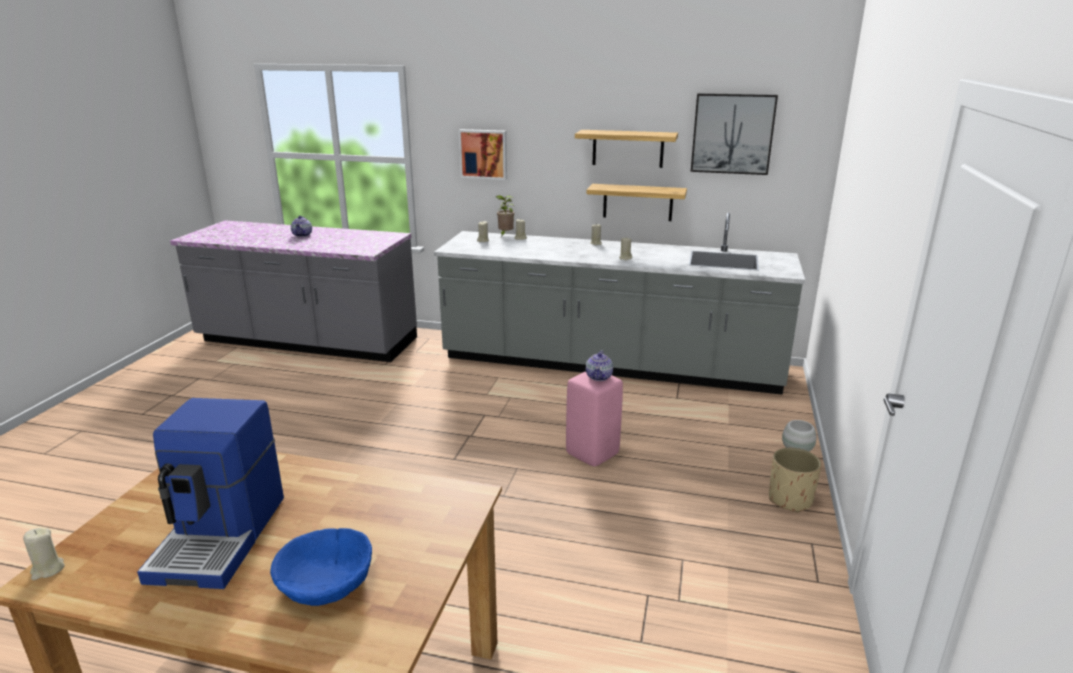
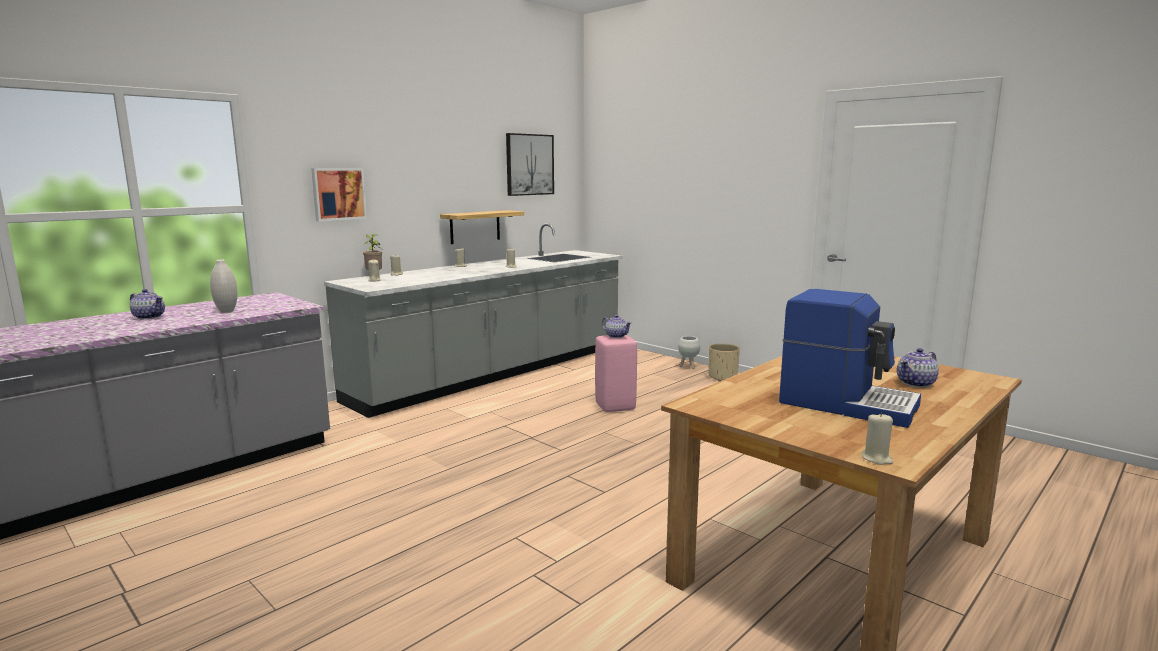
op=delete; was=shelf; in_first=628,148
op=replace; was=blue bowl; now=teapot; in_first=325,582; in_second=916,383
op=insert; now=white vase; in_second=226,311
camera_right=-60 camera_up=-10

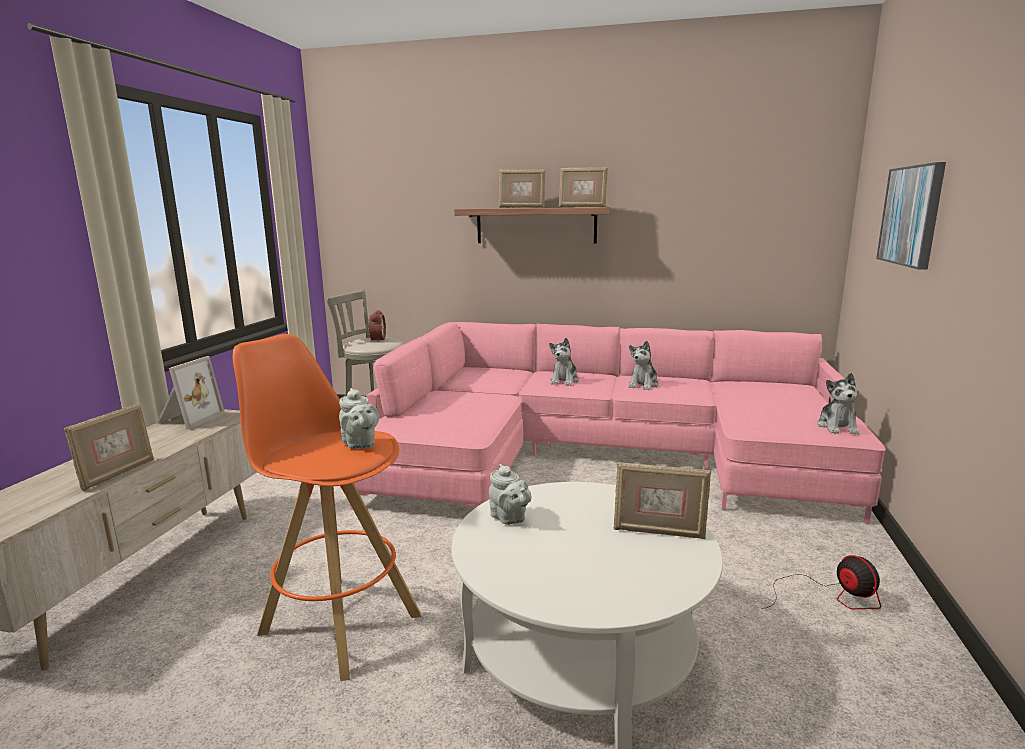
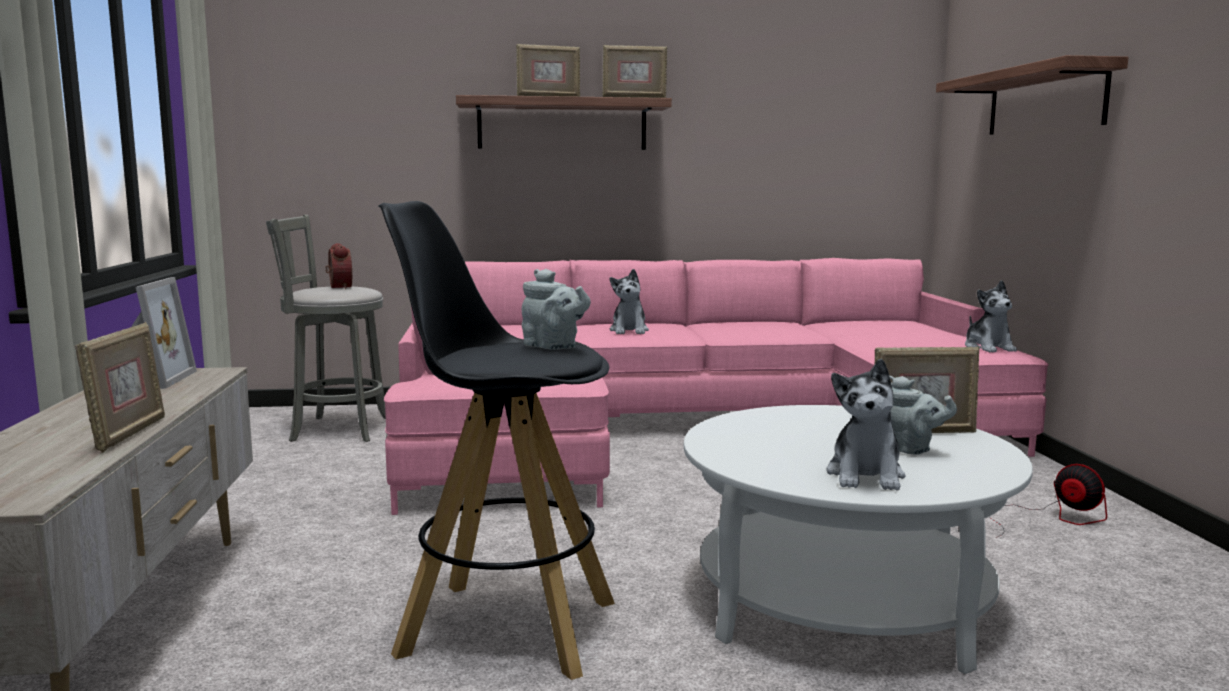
op=replace; was=picture; now=shelf; in_first=911,215; in_second=1045,101
op=recolor; was=orange stool; now=black stool; in_first=339,622; in_second=505,627
op=move; was=plush toy; in_first=643,385; in_second=866,475
op=move; was=grey teapot; in_first=509,518; in_second=907,450
camera_right=-20 camera_up=-5

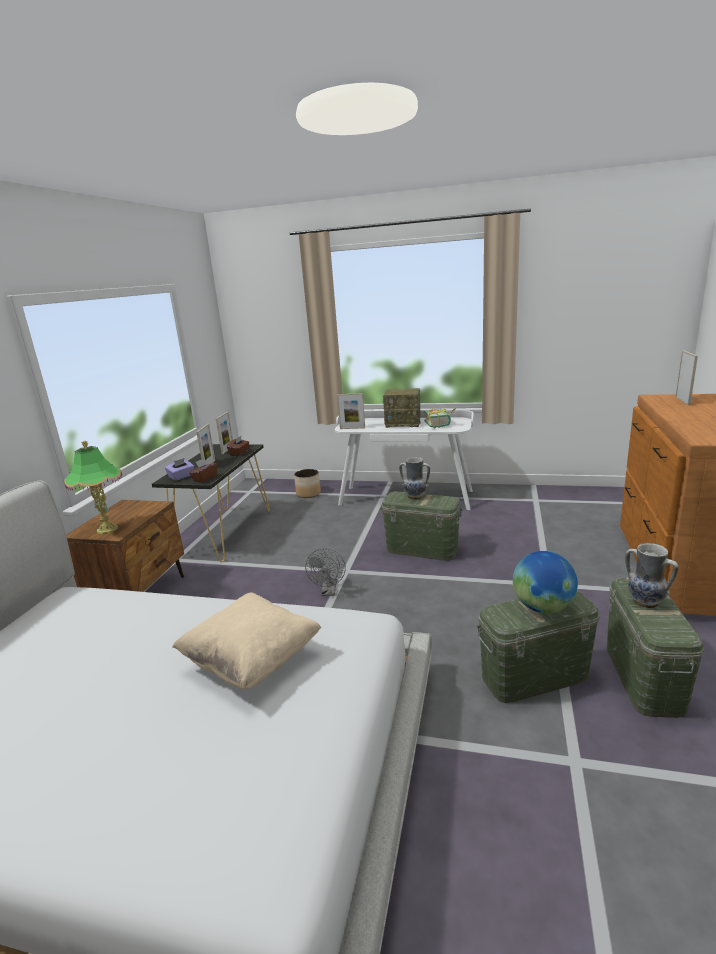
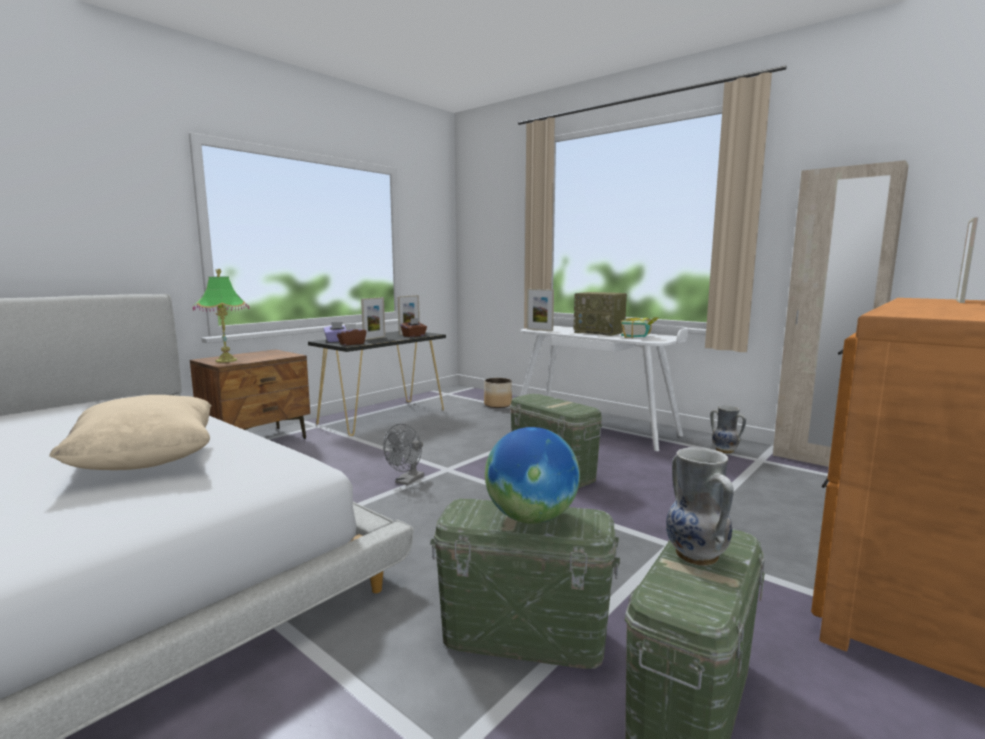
op=move; was=vase; in_first=415,496; in_second=725,450
op=insert; now=beige wardrobe; in_second=818,460
camera_right=25 camera_up=-10

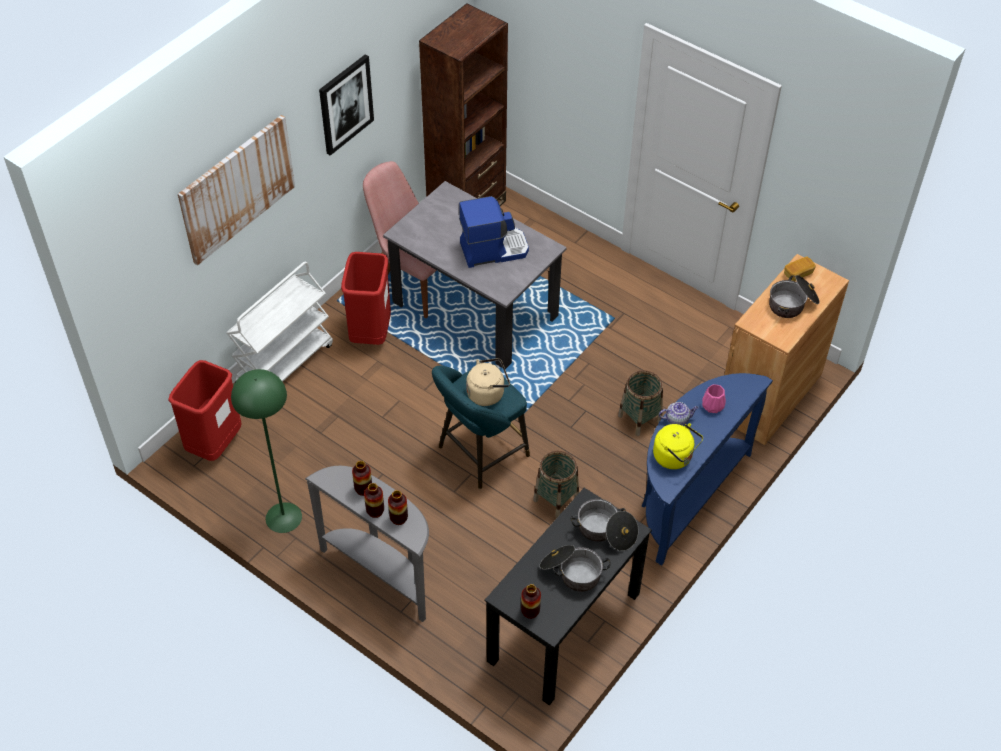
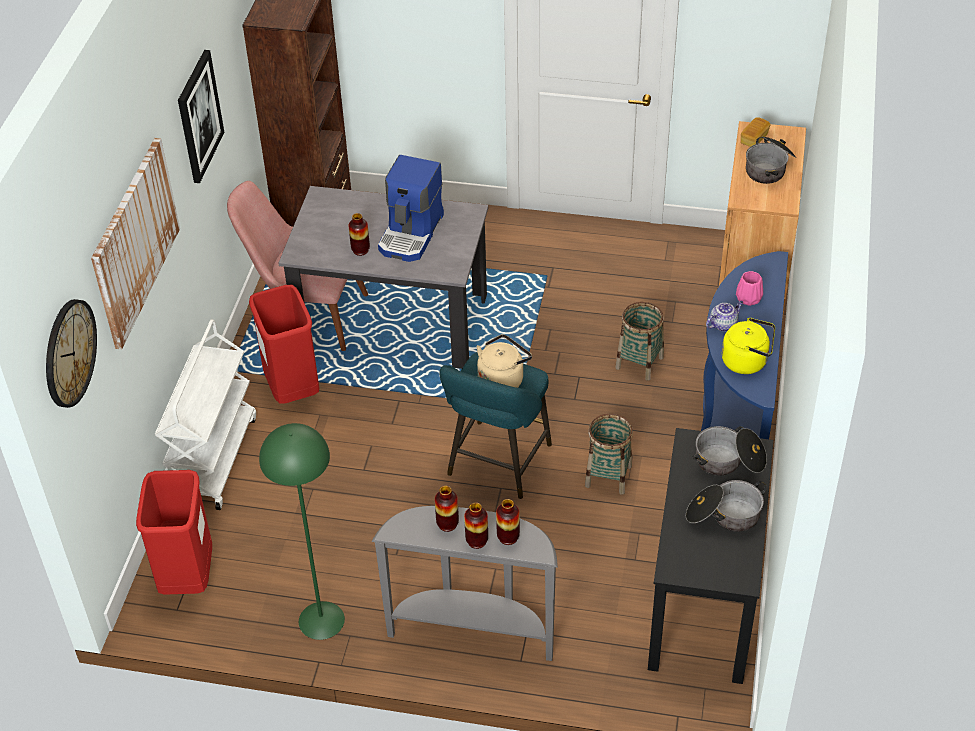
op=rotate; was=coffee machine; in_first=493,249; in_second=412,234; clockwise=150
op=move; was=vase; in_first=530,611; in_second=360,250
op=insert; now=wall clock; in_second=69,353
camera_right=-25 camera_up=-5

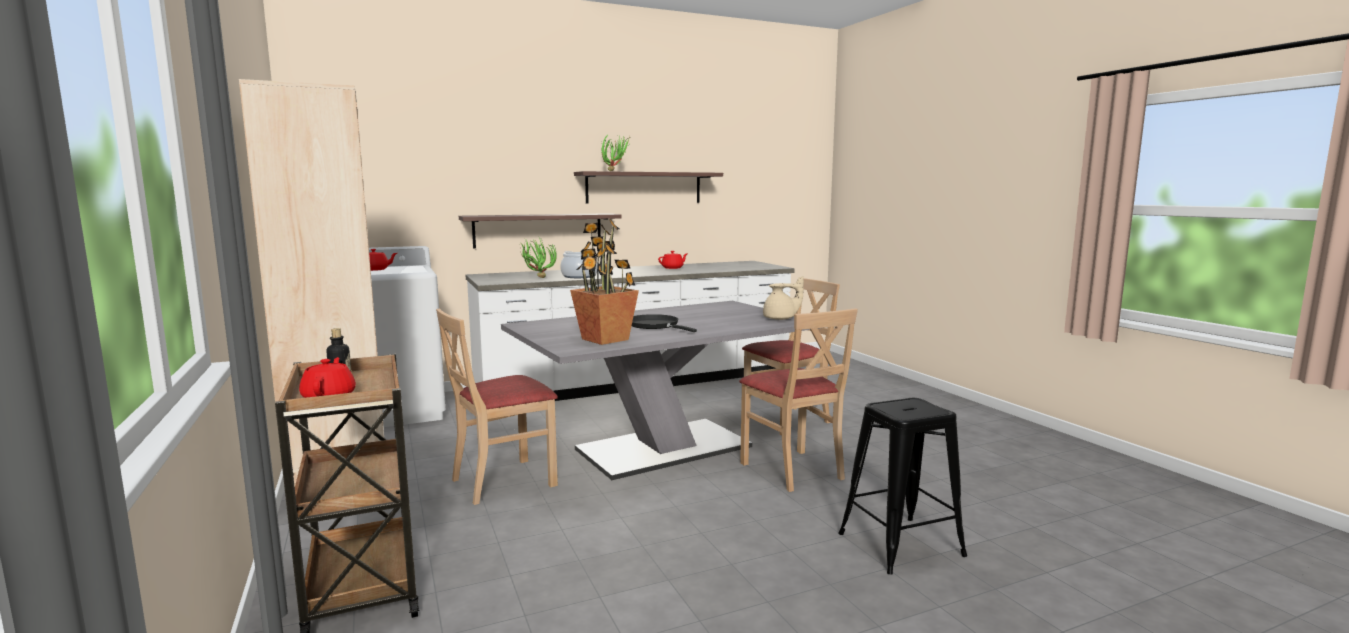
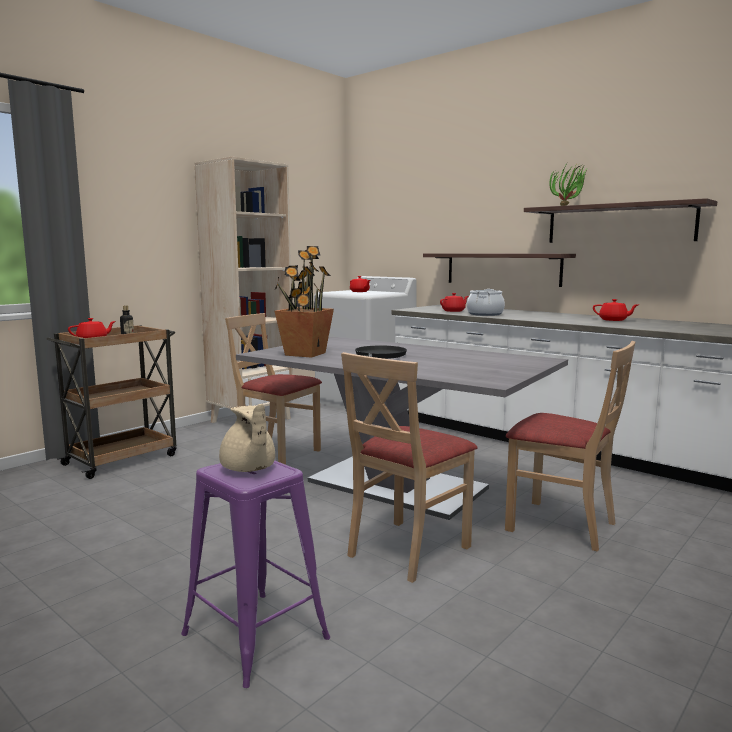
op=replace; was=potted plant; now=red teapot; in_first=537,277; in_second=454,311
op=move; was=beige teapot; in_first=781,319; in_second=248,469
op=recolor; was=black stool; now=purple stool; in_first=900,545; in_second=255,636
camera_right=65 camera_up=0

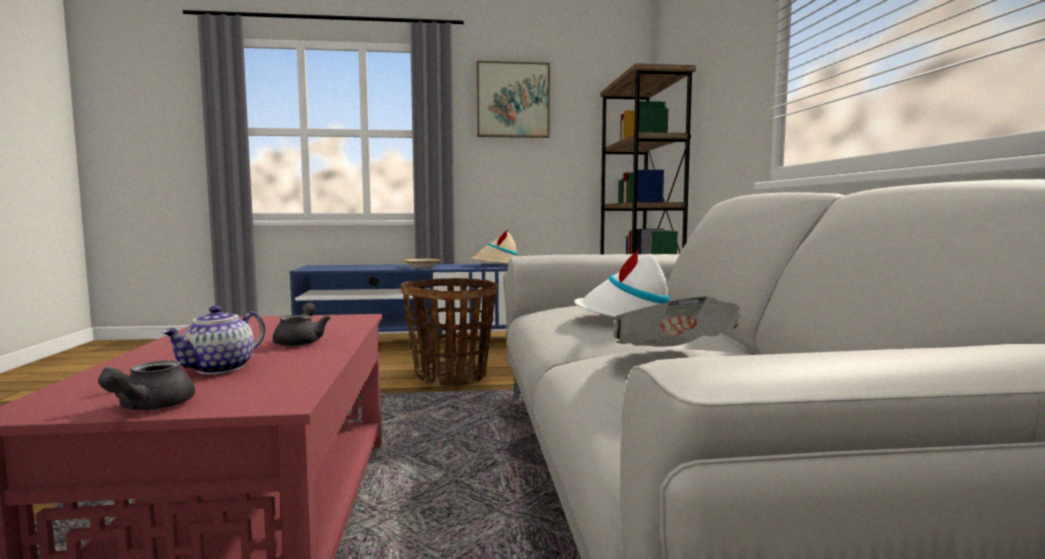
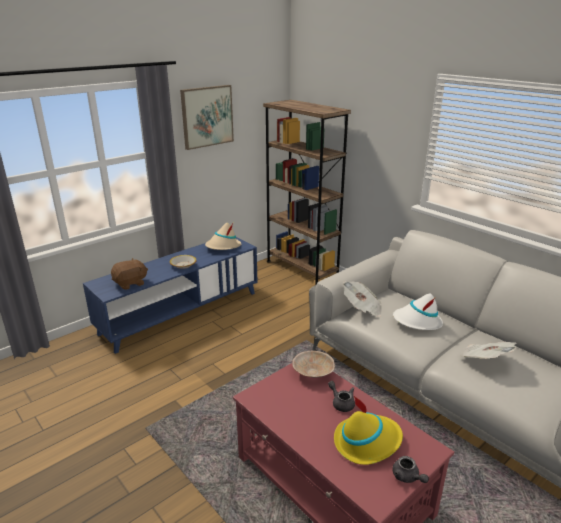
op=delete; was=basket; in_first=451,376
op=replace; was=teapot; now=yellow hat; in_first=220,369; in_second=367,441
op=insert; now=brown plush toy; in_second=130,283
op=insert; now=newspaper; in_second=362,308
op=insert; now=beige bowl; in_second=312,372
camera_right=-35 camera_up=20

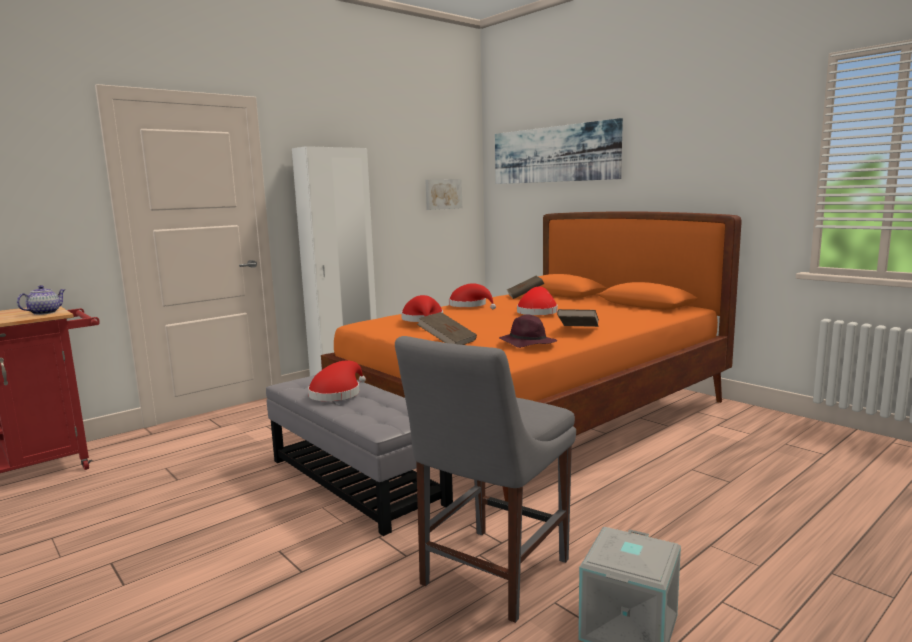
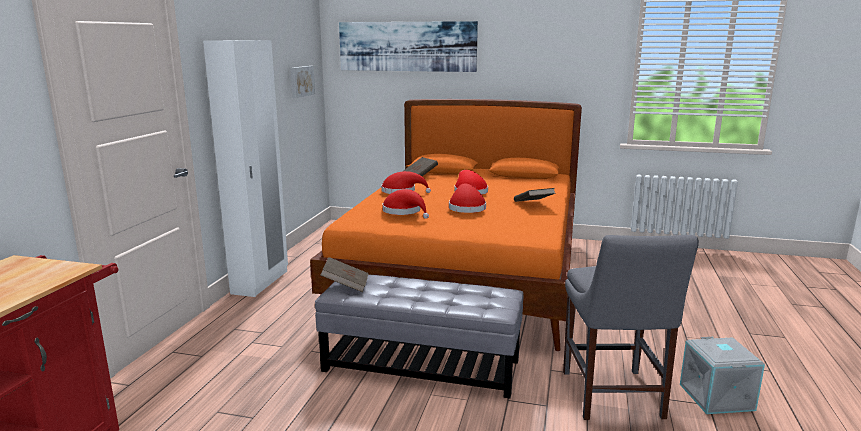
op=delete; was=teapot; in_first=45,312
op=move; was=brown book; in_first=447,342; in_second=345,285
op=delete; was=purple hat; in_first=527,343
op=move; was=red hat; in_first=337,393; in_second=466,208
camera_right=-35 camera_up=5

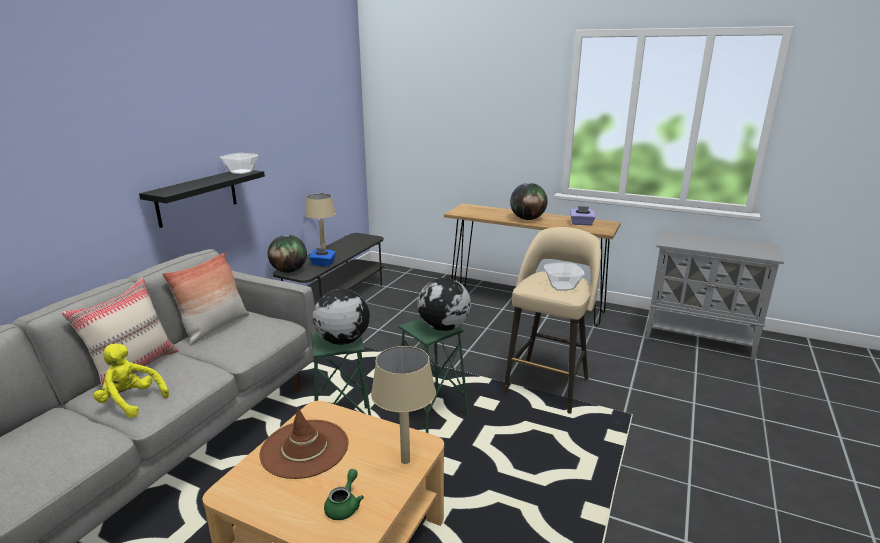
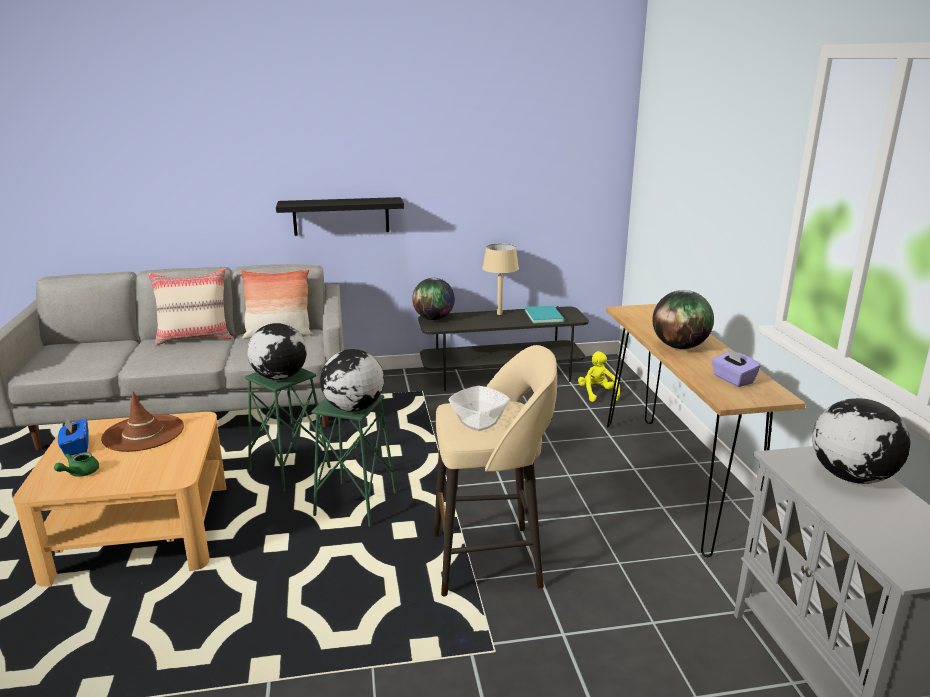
op=delete; was=bowl; in_first=241,172
op=move; was=blue tissue box; in_first=323,264; in_second=76,447
op=move; was=yellow plush toy; in_first=131,401; in_second=597,394
op=delete; was=beige table lamp; in_first=406,460
op=rotate; was=green teapot; in_first=344,505; in_second=79,473; clockwise=135
op=insert; now=turquoise book; in_second=544,315
op=insert; now=globe; in_second=850,476
camera_right=55 camera_up=0

